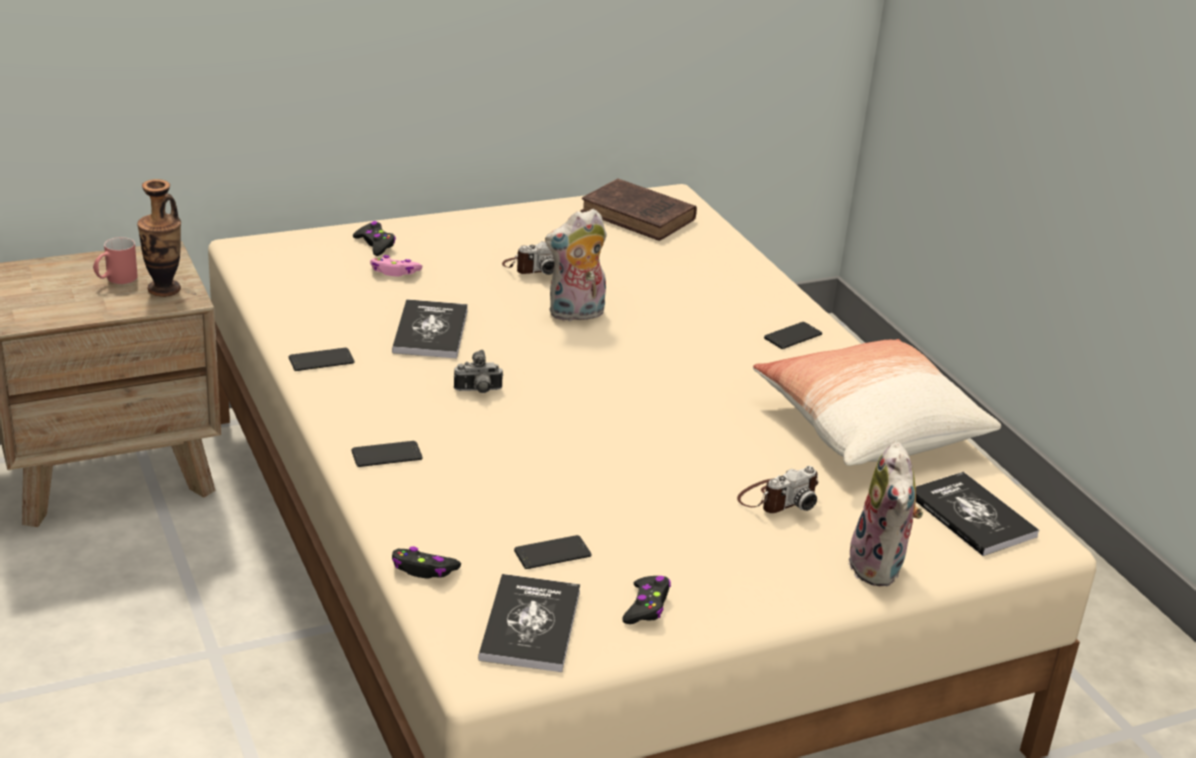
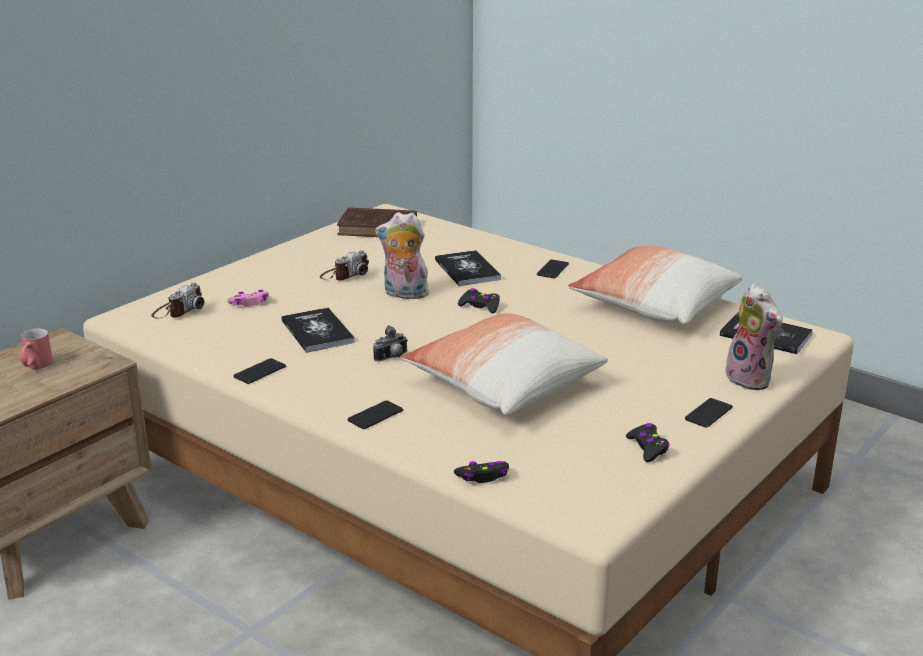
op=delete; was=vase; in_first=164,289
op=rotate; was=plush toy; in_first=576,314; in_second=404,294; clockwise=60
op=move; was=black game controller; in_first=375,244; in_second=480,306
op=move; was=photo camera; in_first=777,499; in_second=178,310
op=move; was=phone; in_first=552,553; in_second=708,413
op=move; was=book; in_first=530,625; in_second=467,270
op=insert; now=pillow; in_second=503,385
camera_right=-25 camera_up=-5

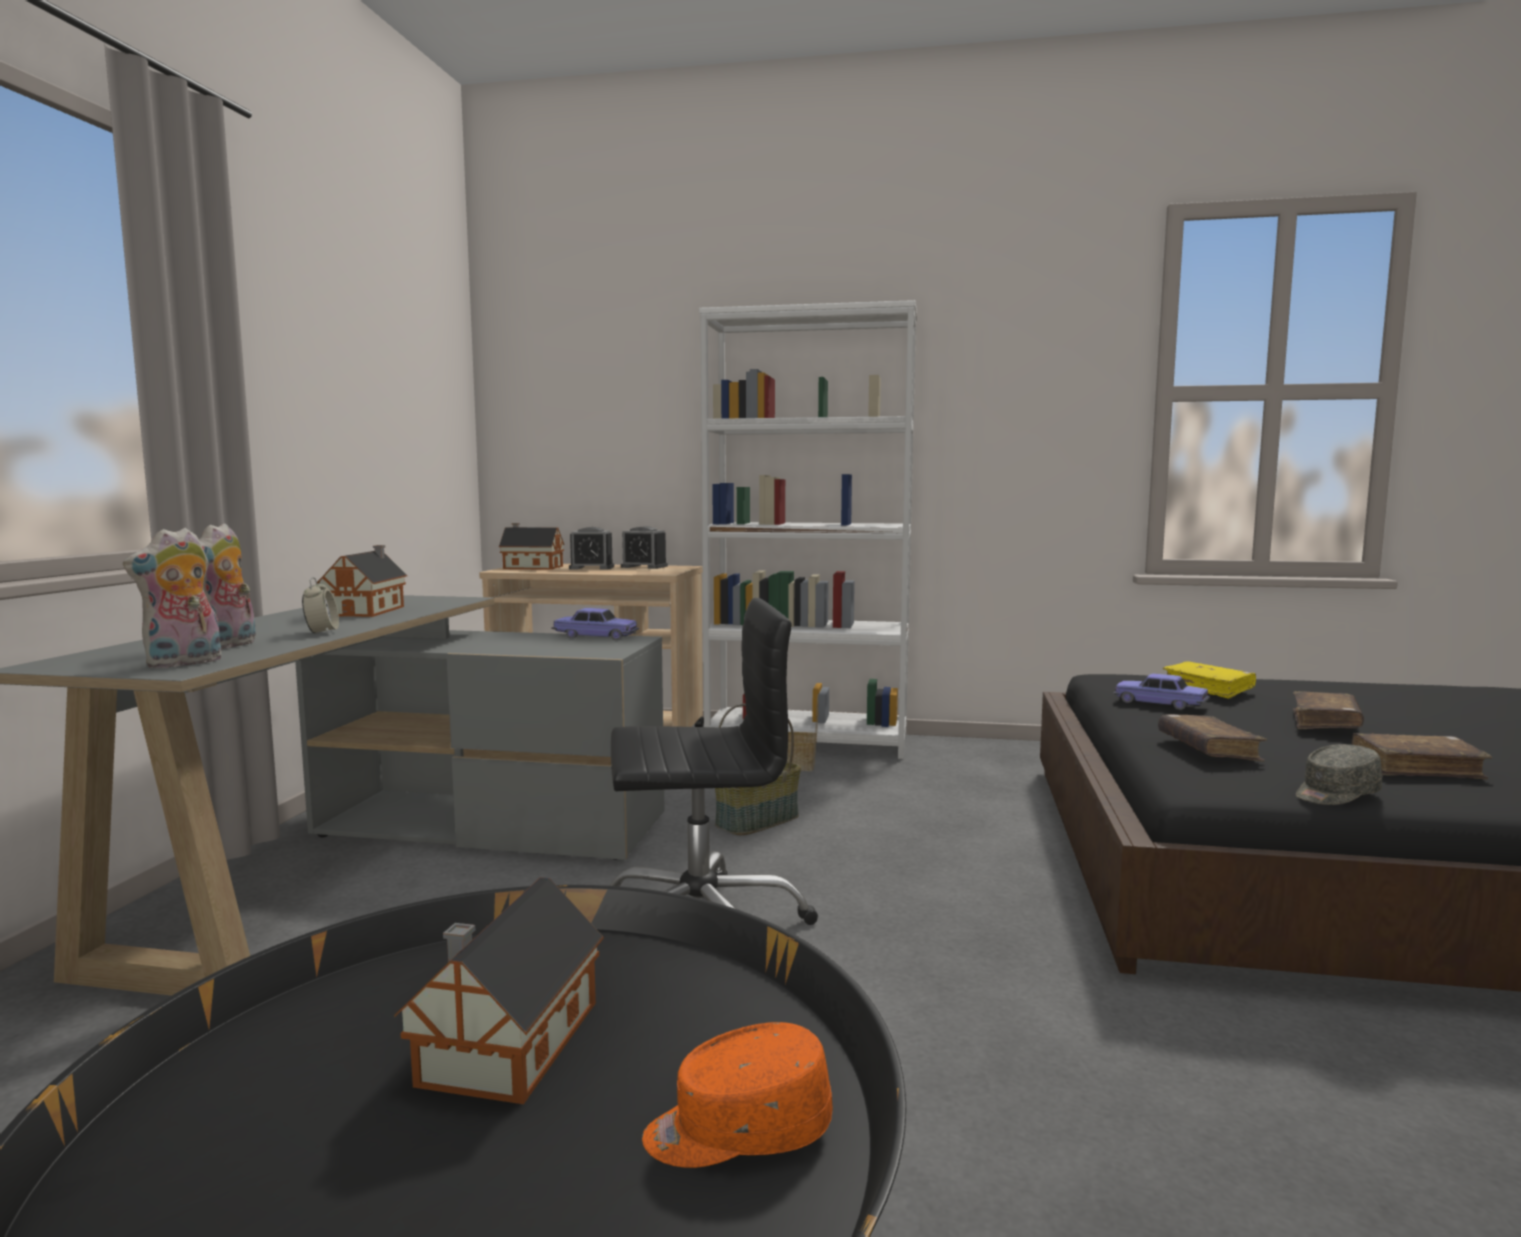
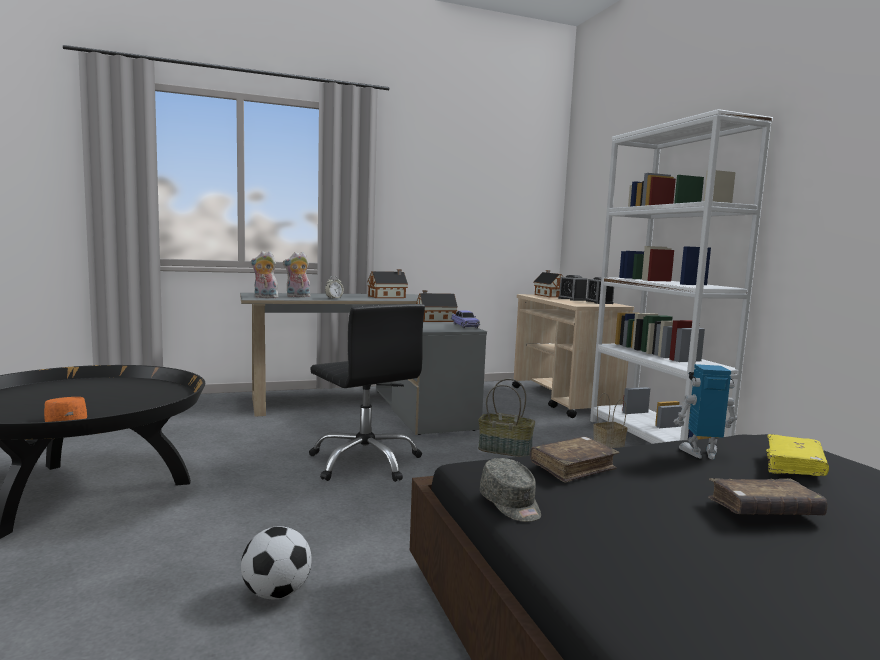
op=replace; was=toy car; now=toy robot; in_first=1159,704; in_second=701,454
op=delete; was=brown book; in_first=1416,768
op=rotate; was=grey cap; in_first=1335,794; in_second=511,505; clockwise=-150
op=move; was=toy house; in_first=504,1047; in_second=434,320
op=insert; now=football; in_second=276,593
camera_right=60 camera_up=0

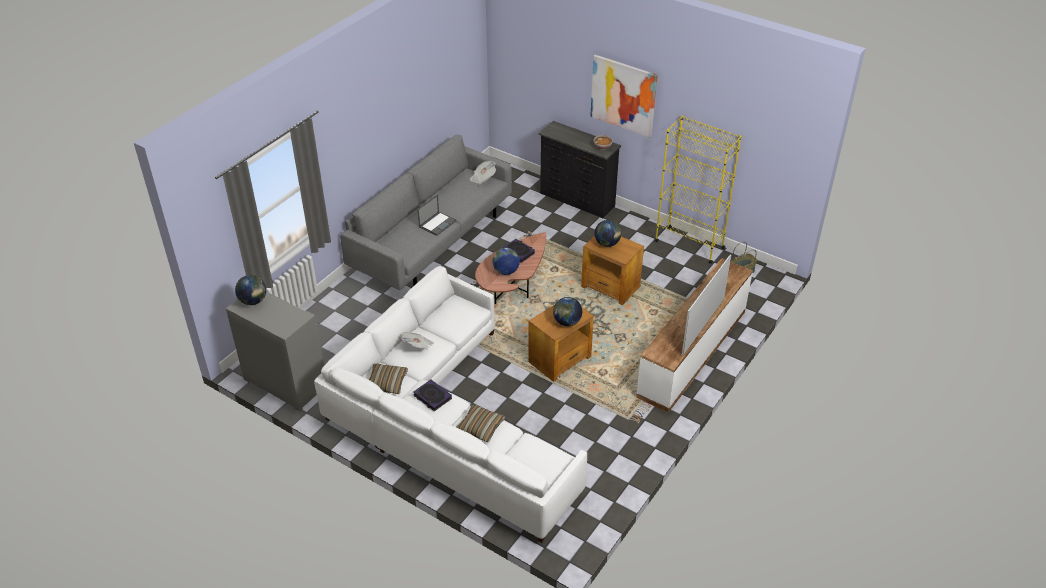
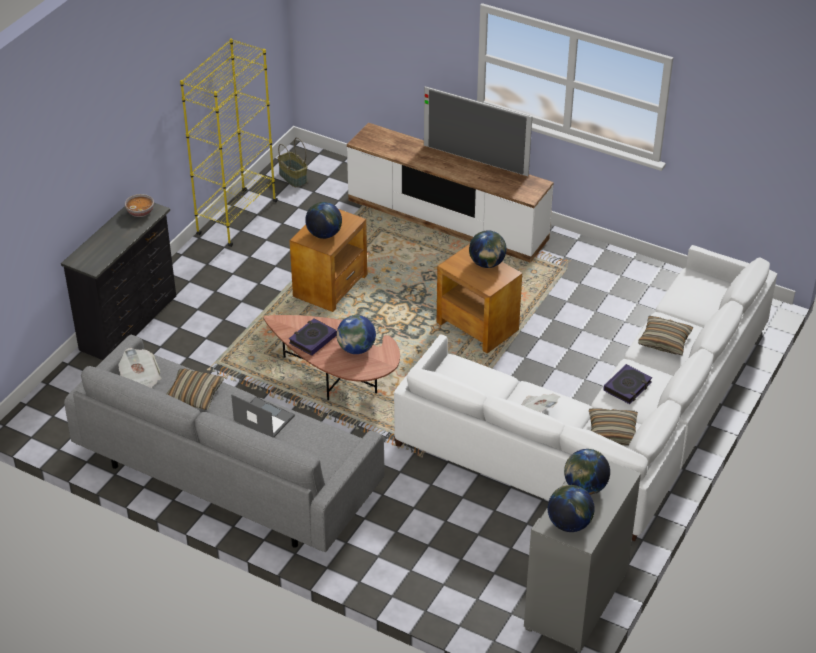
op=delete; was=picture; in_first=623,95
op=insert; now=pillow; in_second=194,395
op=insert; now=globe; in_second=585,487
camera_right=-95 camera_up=0

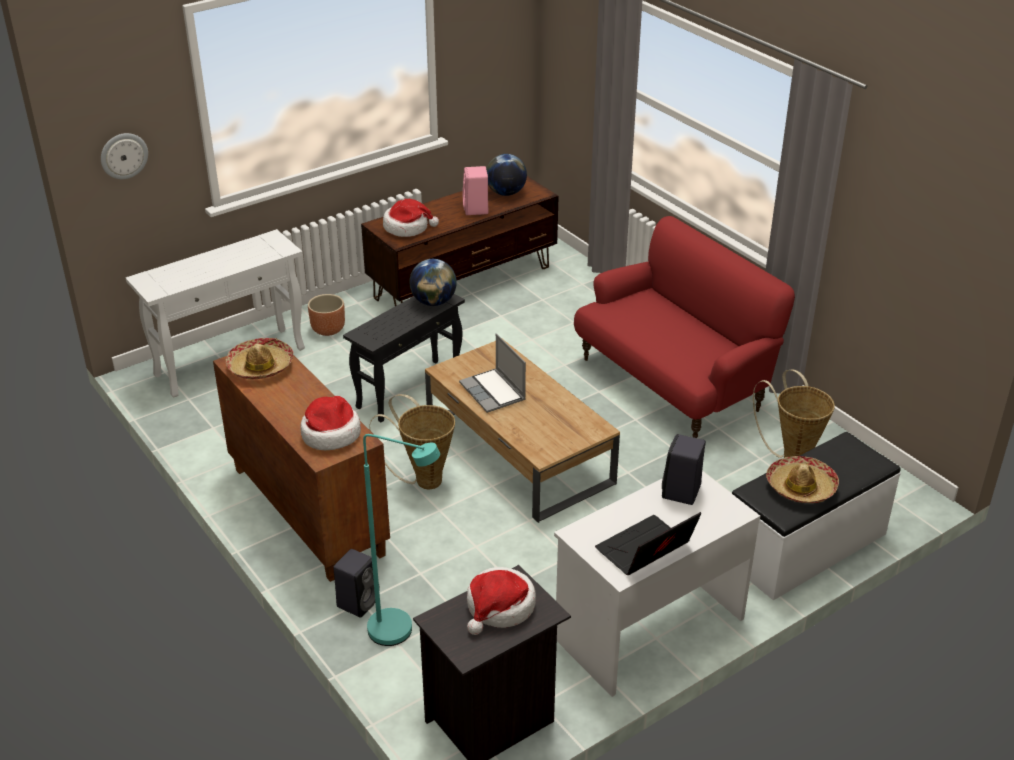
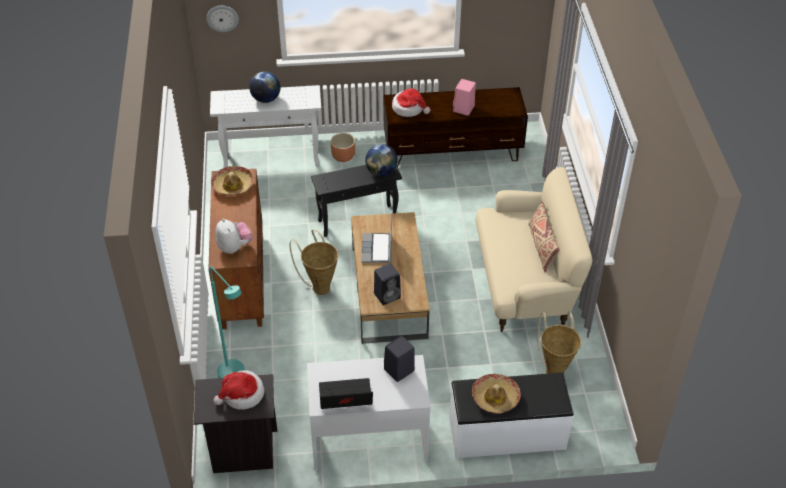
op=move; was=globe; in_first=506,193; in_second=266,99
op=recolor; was=red sofa; now=beige sofa; in_first=672,383; in_second=524,283
op=replace; was=hat; now=plush toy; in_first=330,434; in_second=234,247
op=move; was=black speaker; in_first=358,601; in_second=387,295
op=insert; now=beige pillow; in_second=541,247
camera_right=30 camera_up=10

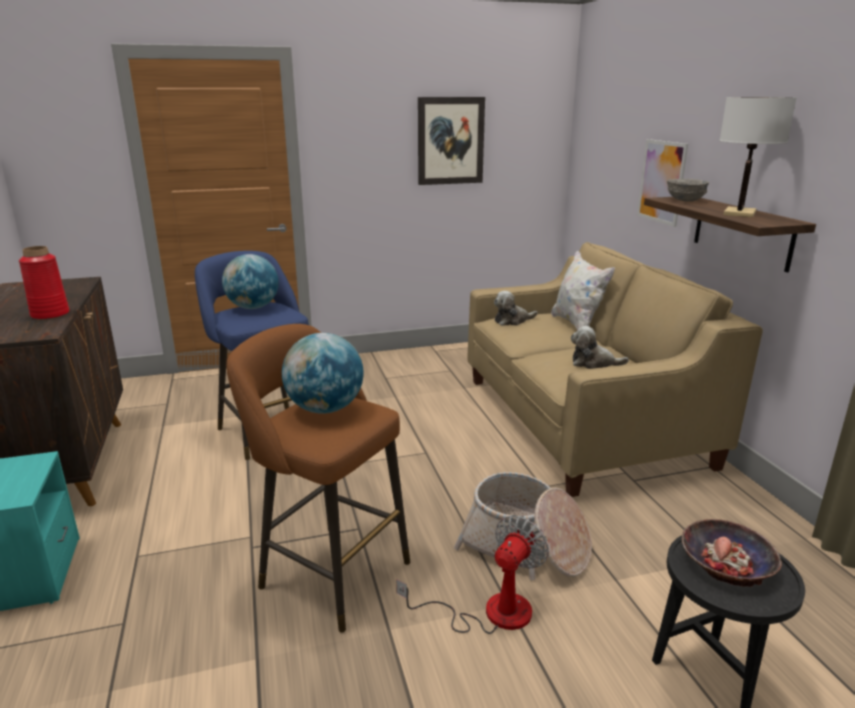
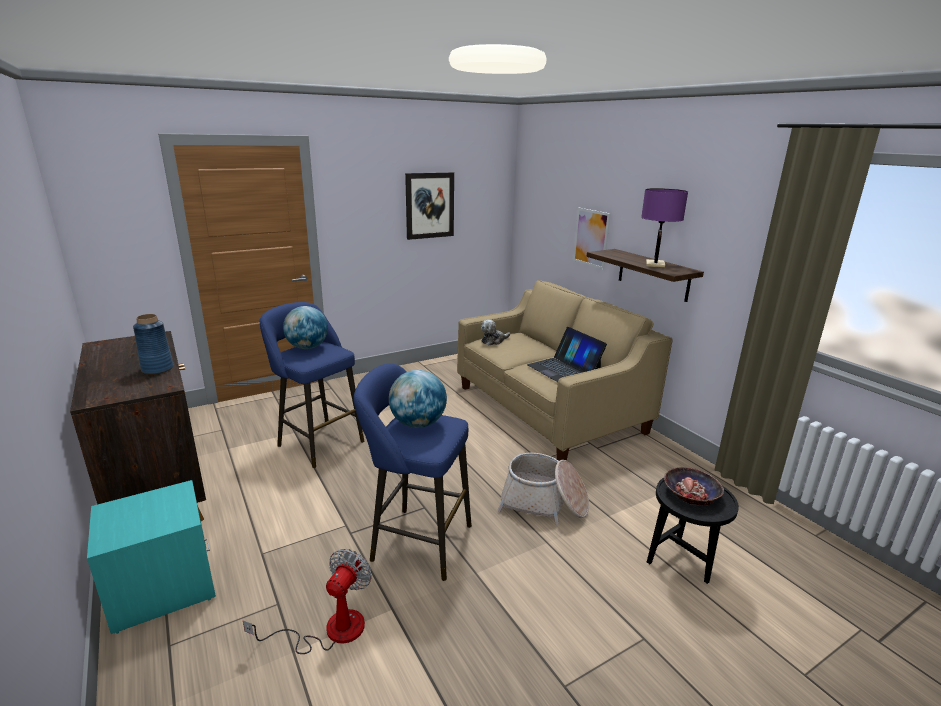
op=recolor; was=white table lamp; now=purple table lamp; in_first=739,213; in_second=655,264
op=delete; was=grey bowl; in_first=685,200
op=recolor; was=red vase; now=blue vase; in_first=50,314; in_second=157,369
op=delete; was=white pillow; in_first=577,325
op=recolor; was=brown stool; now=blue stool; in_first=329,571; in_second=416,541
op=replace; was=plush toy; now=laptop; in_first=593,363; in_second=564,369
op=move; was=fan; in_first=490,612; in_second=330,630
camera_right=-15 camera_up=0

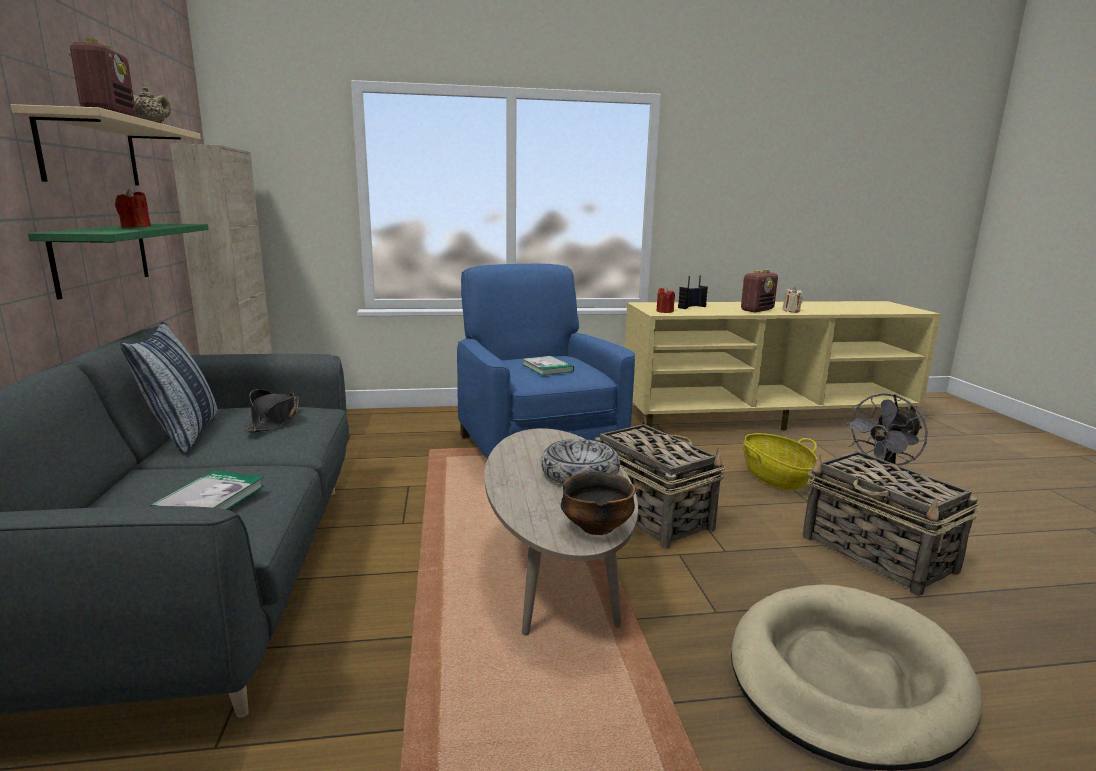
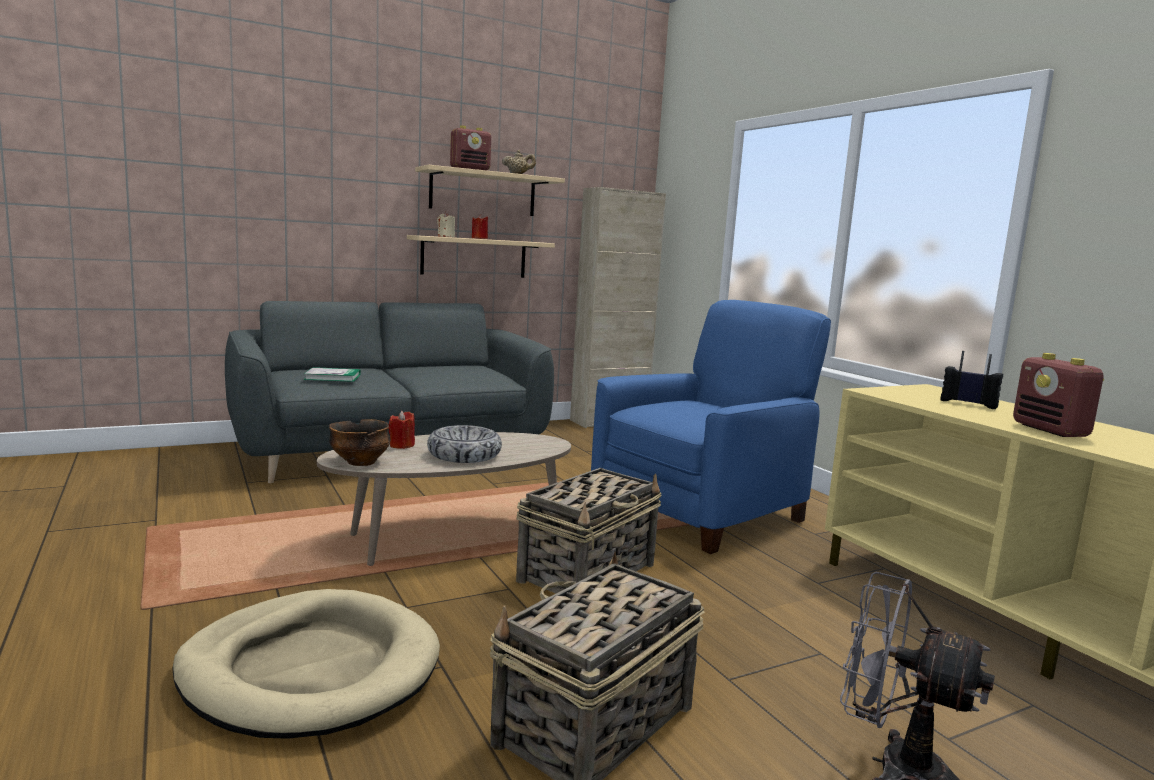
op=recolor; was=green shelf; now=beige shelf; in_first=102,257; in_second=474,257
op=rotate; was=radio; in_first=757,310; in_second=1051,430; clockwise=45
op=move; was=red candle; in_first=664,311; in_second=402,445
op=move; was=beige candle; in_first=791,311; in_second=446,236
op=delete; was=pillow; in_first=184,434
op=delete; was=book; in_first=547,368
op=delete; was=black hat; in_first=274,420
op=delete; was=basket; in_first=775,477
camera_right=70 camera_up=-5

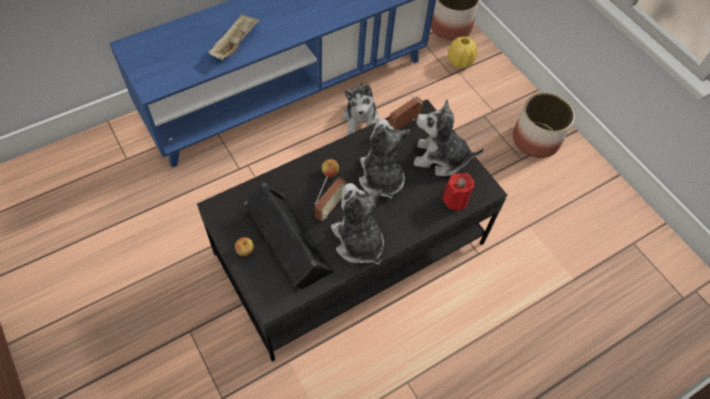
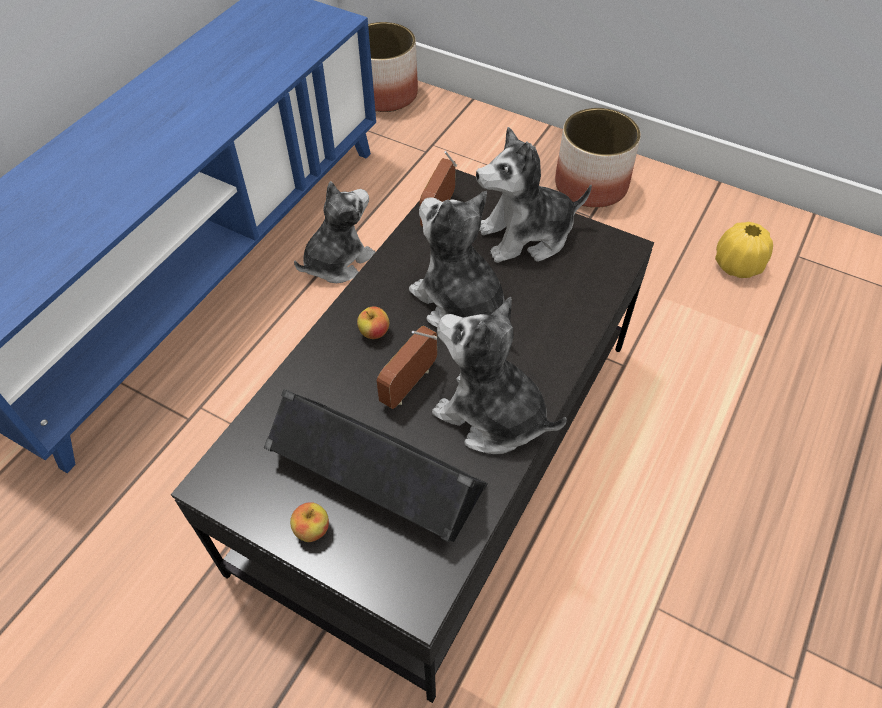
op=delete; was=beige tray; in_first=235,44
op=move; was=yellow vase; in_first=460,61; in_second=737,265
op=rotate; was=plush toy; in_first=361,119; in_second=337,261; clockwise=-105
op=delete; was=red candle; in_first=455,199
op=rotate; was=radio; in_first=330,207; in_second=410,385; clockwise=-150
camera_right=-25 camera_up=-5

